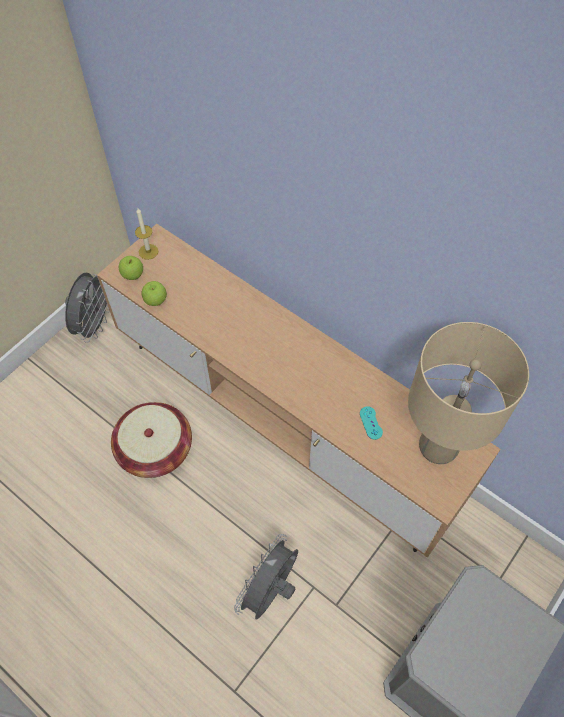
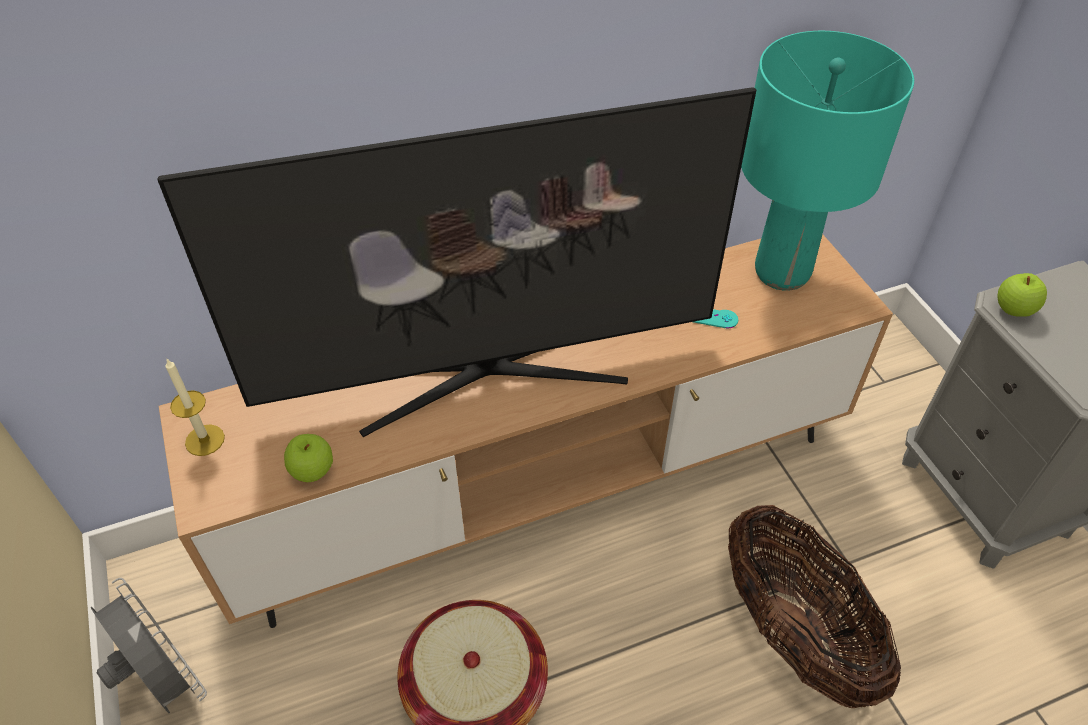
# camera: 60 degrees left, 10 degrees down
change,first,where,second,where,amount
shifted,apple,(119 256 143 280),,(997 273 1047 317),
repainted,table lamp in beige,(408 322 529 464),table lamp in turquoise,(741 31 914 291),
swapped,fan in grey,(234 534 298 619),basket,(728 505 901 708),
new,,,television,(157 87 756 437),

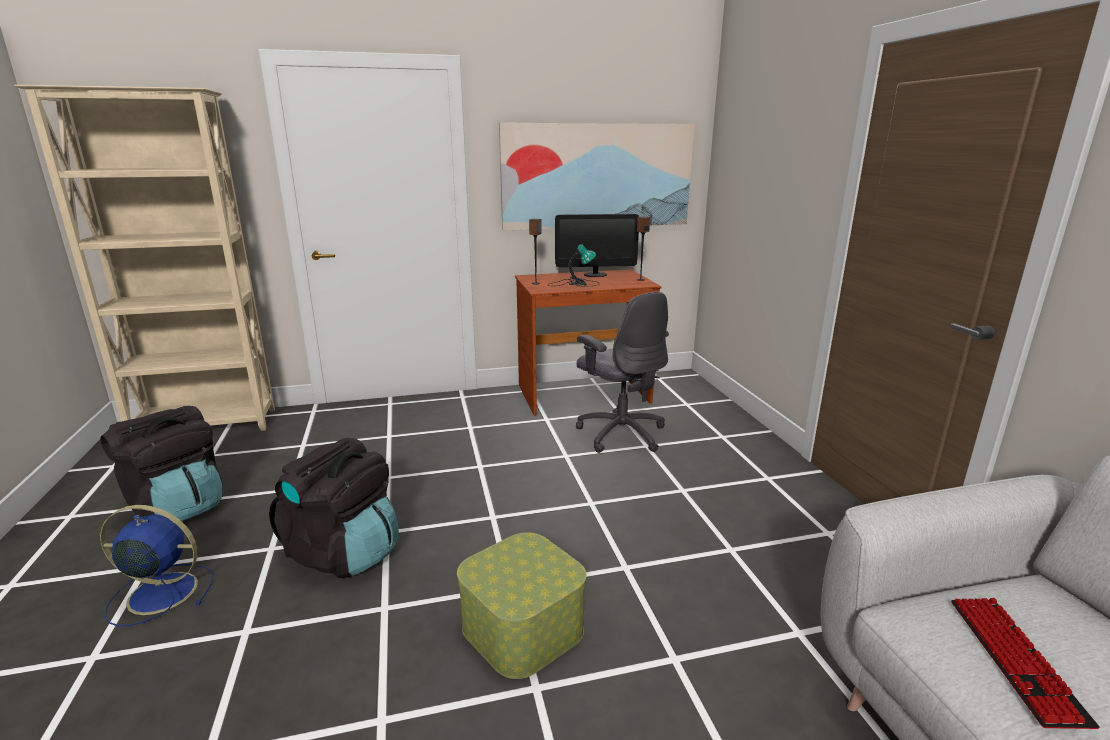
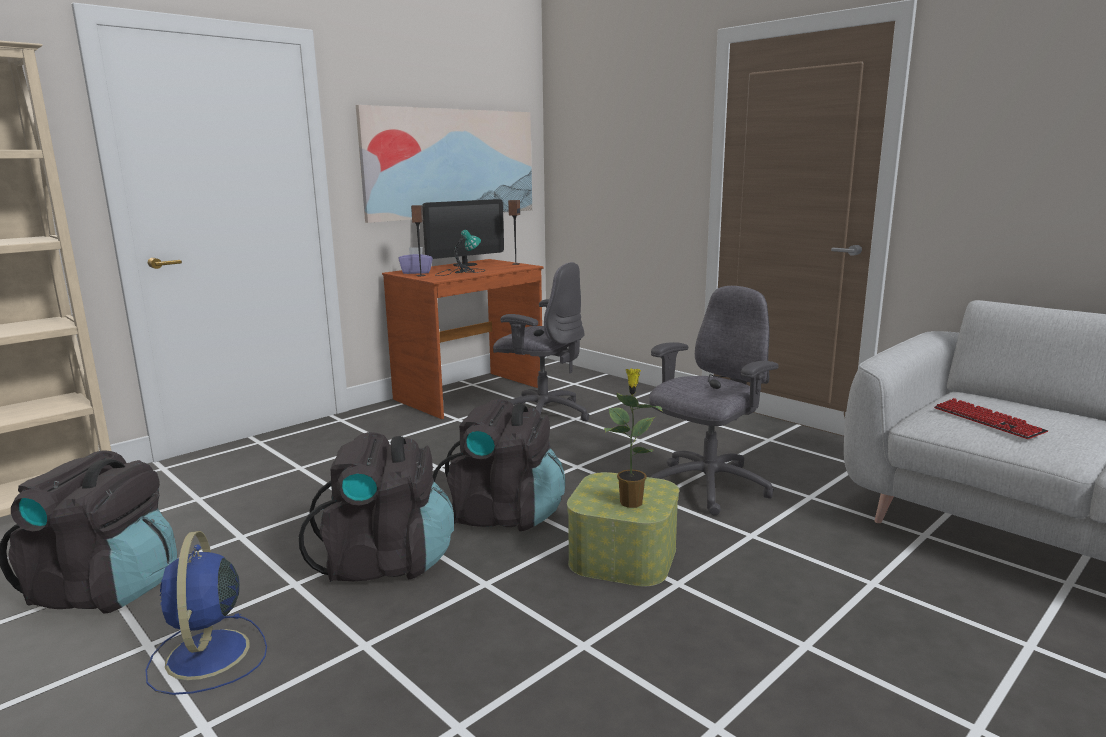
# camera: 30 degrees left, 5 degrees down
change,first,where,second,where,amount
rotated,fan in blue,(100 505 213 626),,(145 531 267 695),75 degrees counterclockwise
new,,,tissue box in purple,(398 247 433 274),
new,,,office chair in grey,(649 286 779 516),
new,,,potted plant,(604 368 663 508),
new,,,backpack in black,(433 399 565 531),

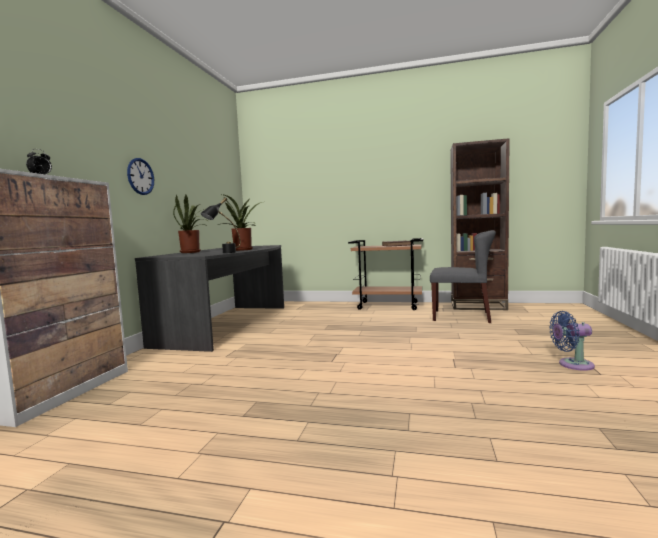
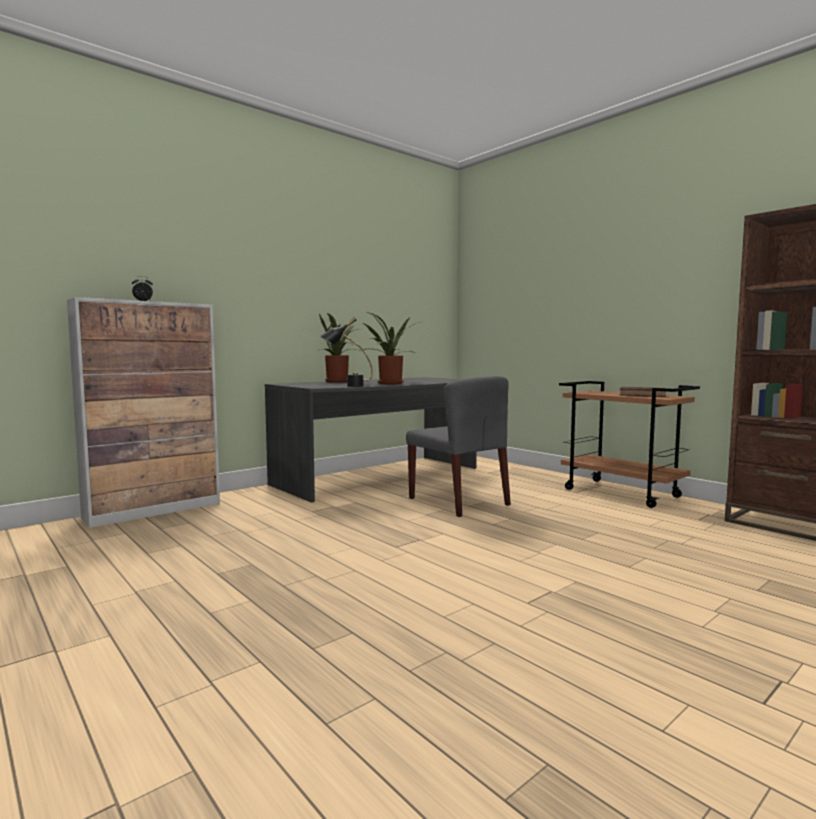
# camera: 35 degrees right, 0 degrees up
change,first,where,second,where,amount
gone,wall clock,(127 158 154 195),,,
shifted,chair in grey,(430 230 496 323),,(406 376 511 517),
gone,fan in blue,(549 311 595 371),,,

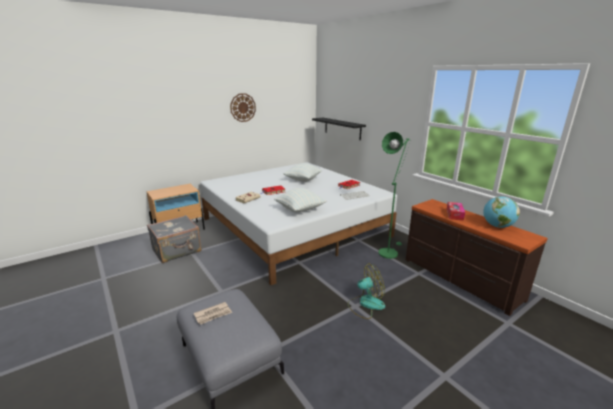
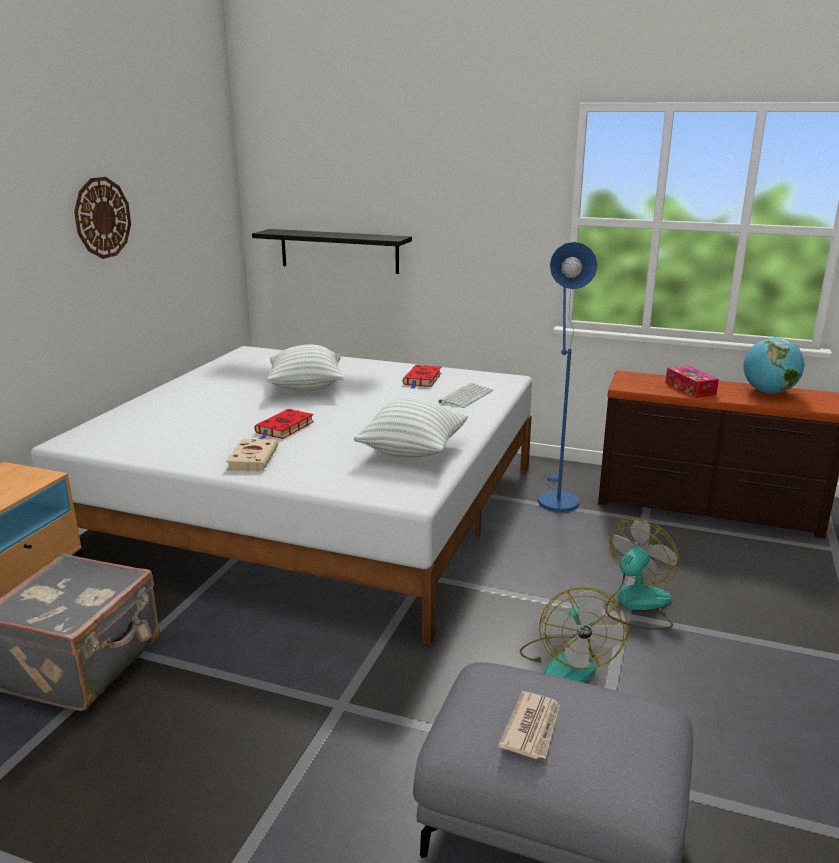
# camera: 35 degrees left, 0 degrees up
change,first,where,second,where,amount
repainted,floor lamp in green,(378 132 411 259),floor lamp in blue,(538 242 597 512),
new,,,fan,(520 587 628 683),

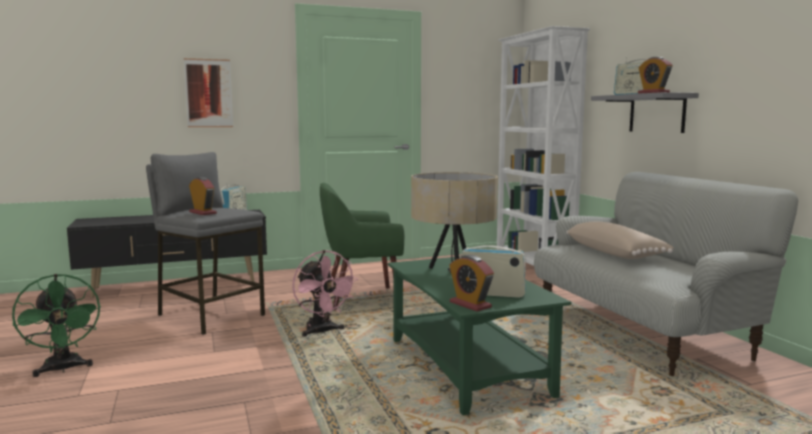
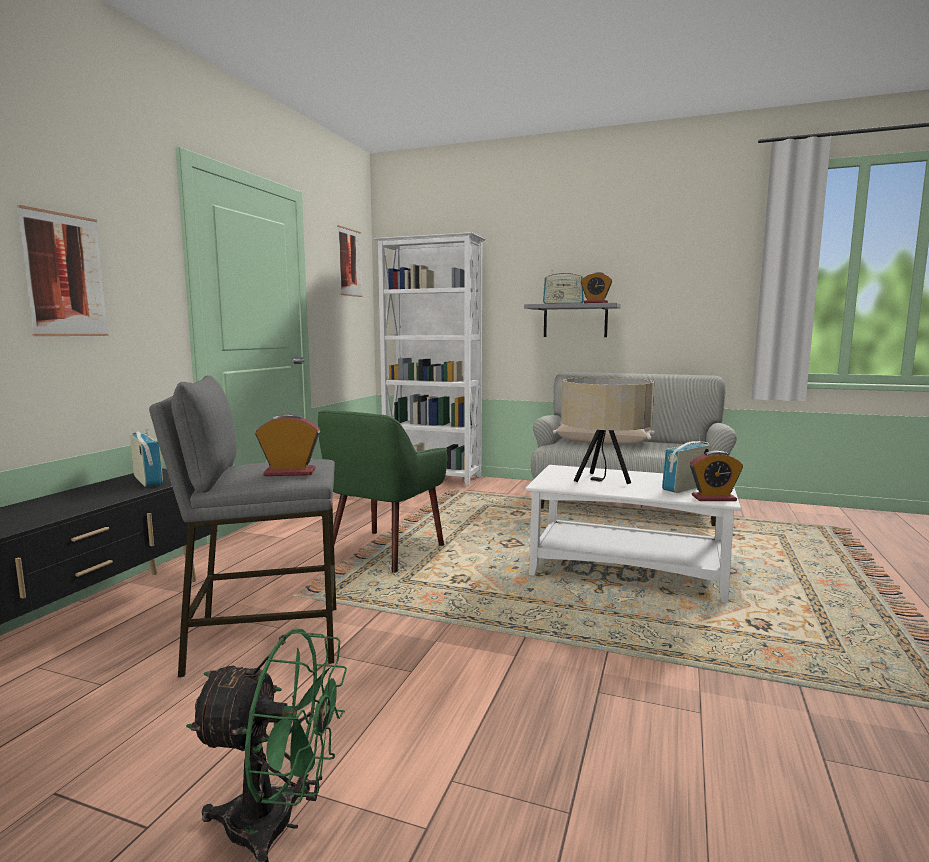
# camera: 50 degrees left, 0 degrees up
change,first,where,second,where,amount
gone,fan in pink,(292 250 358 337),,,
repainted,coffee table in green,(388 256 571 415),coffee table in white,(525 465 741 603),
new,,,picture,(337 225 363 297),

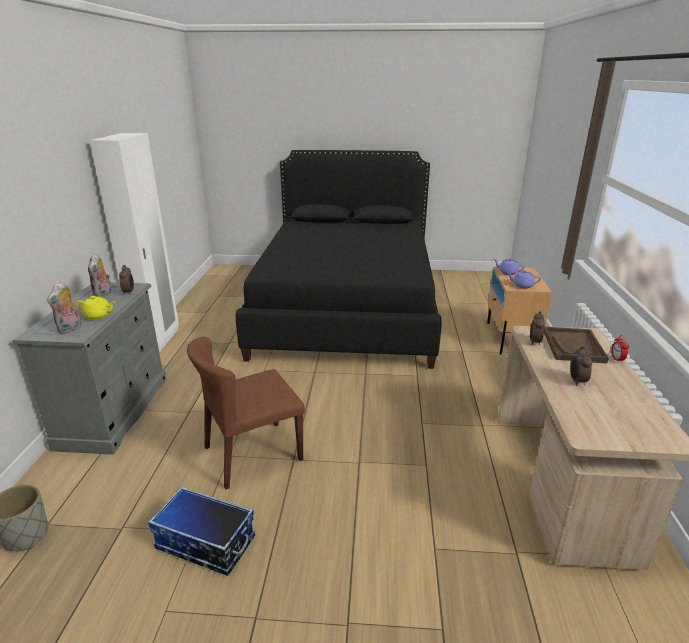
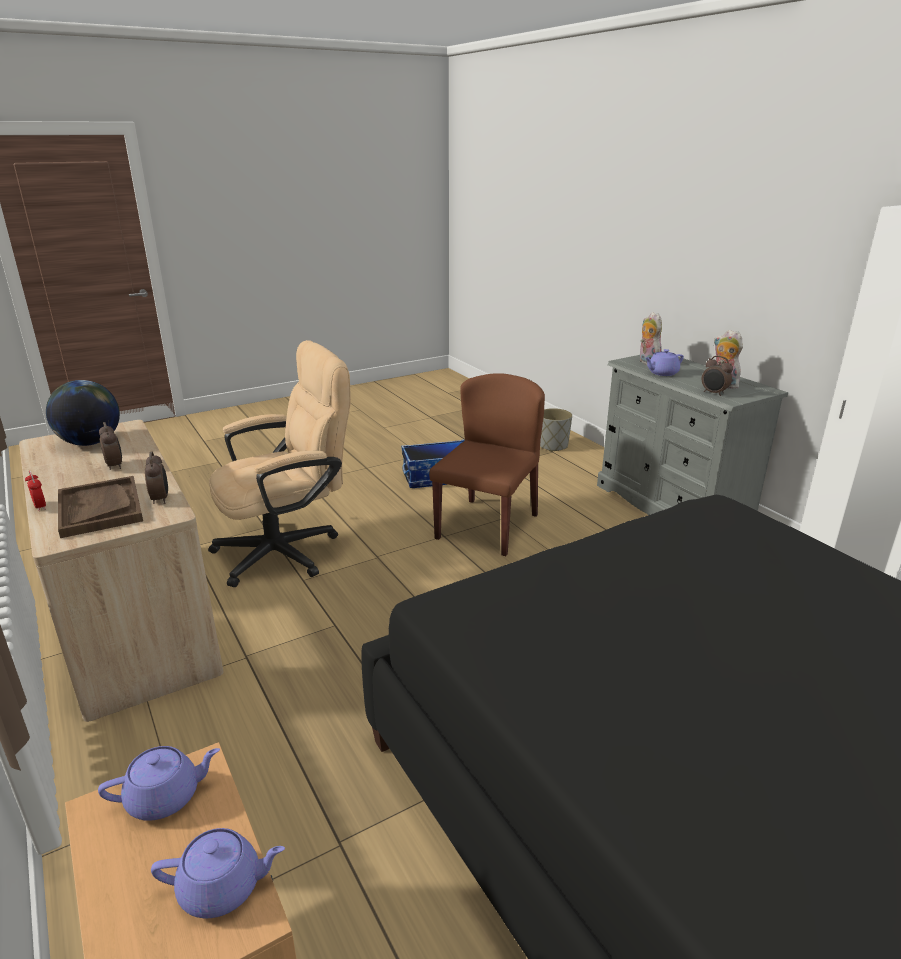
# camera: 145 degrees right, 0 degrees up
change,first,where,second,where,amount
repainted,teapot in yellow,(76 296 115 320),teapot in purple,(645 349 684 376),
new,,,office chair in beige,(208 340 351 587),
new,,,globe,(46 380 120 446),

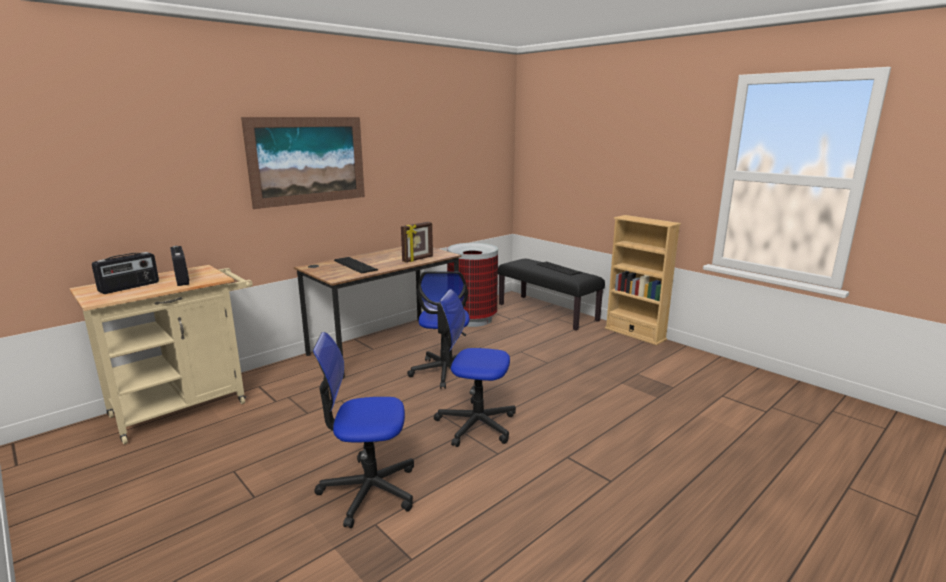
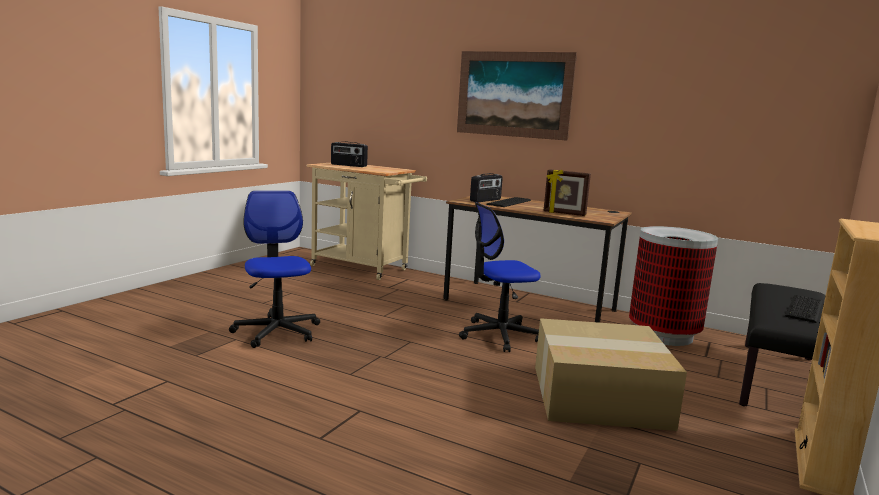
# camera: 70 degrees right, 5 degrees down
change,first,where,second,where,amount
shifted,radio,(170 246 189 286),,(470 173 503 203),
gone,office chair,(434 289 516 447),,,
new,,,cardboard box,(535 318 687 431),

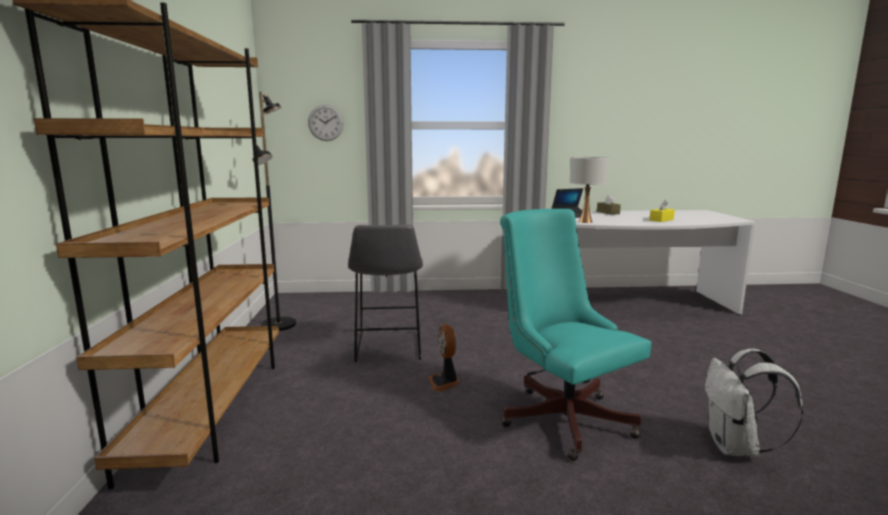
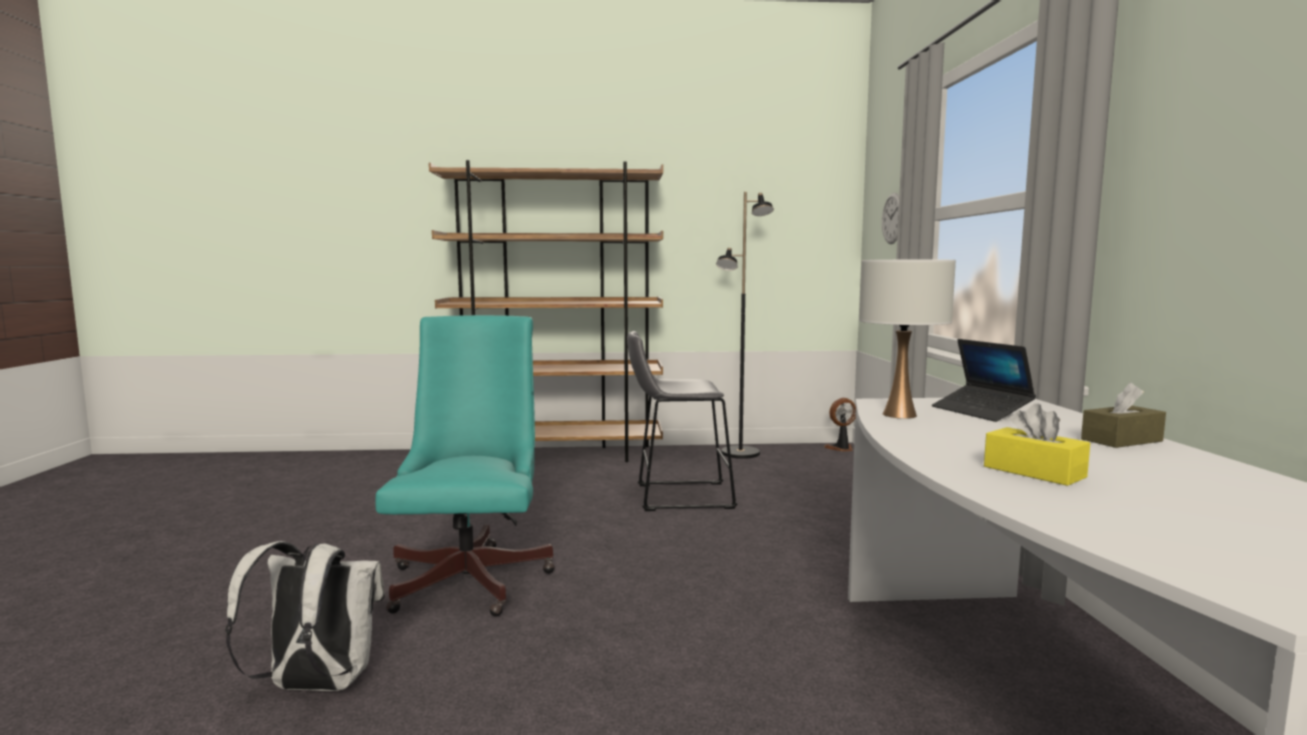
# camera: 90 degrees right, 5 degrees down
change,first,where,second,where,amount
rotated,office chair in turquoise,(500 209 652 461),,(375 315 555 617),60 degrees counterclockwise
shifted,fan,(428 324 460 392),,(824 398 856 451),

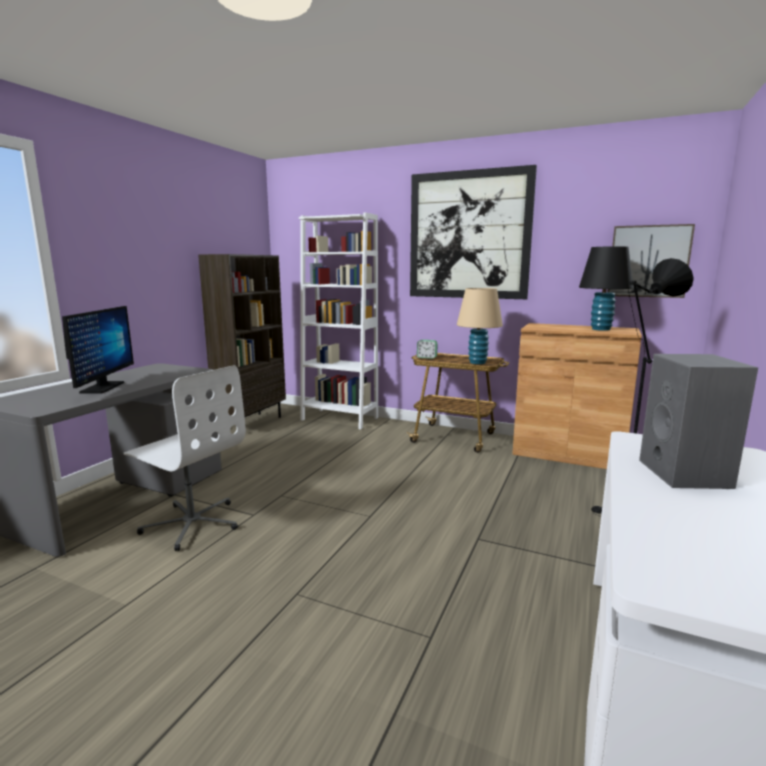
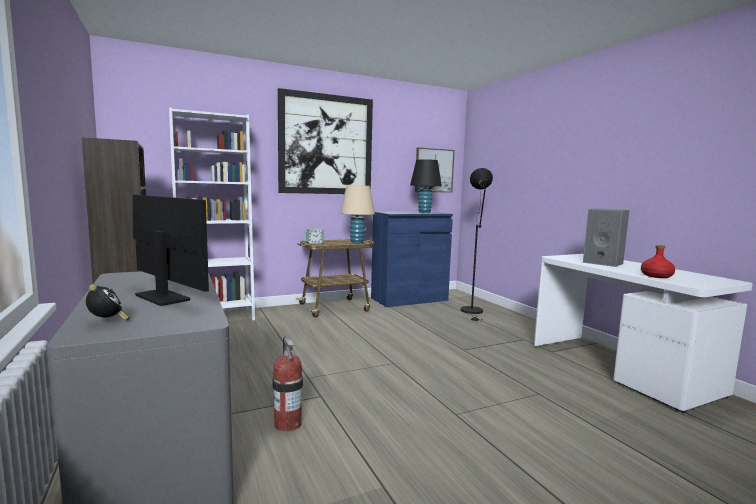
# camera: 50 degrees left, 5 degrees down
change,first,where,second,where,amount
repainted,cabinet in brown,(512 323 642 469),cabinet in blue,(371 212 453 307),
swapped,office chair in white,(123 365 246 551),fire extinguisher,(272 336 303 432),
new,,,bottle in red,(641 245 675 278),
new,,,alarm clock,(86 284 130 321),

